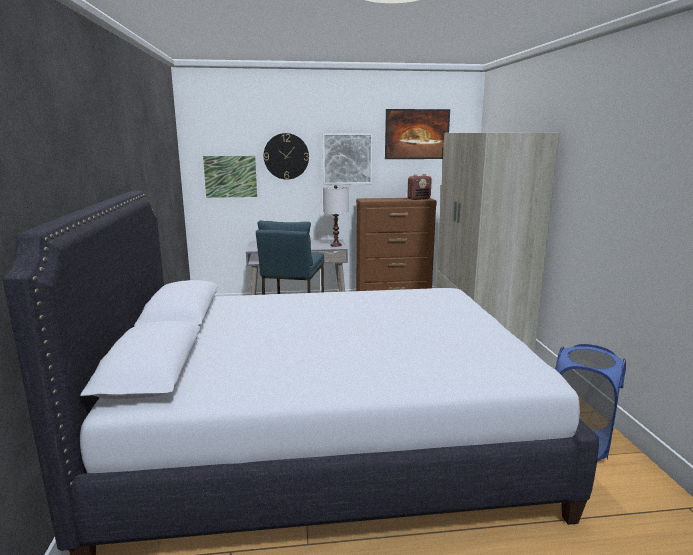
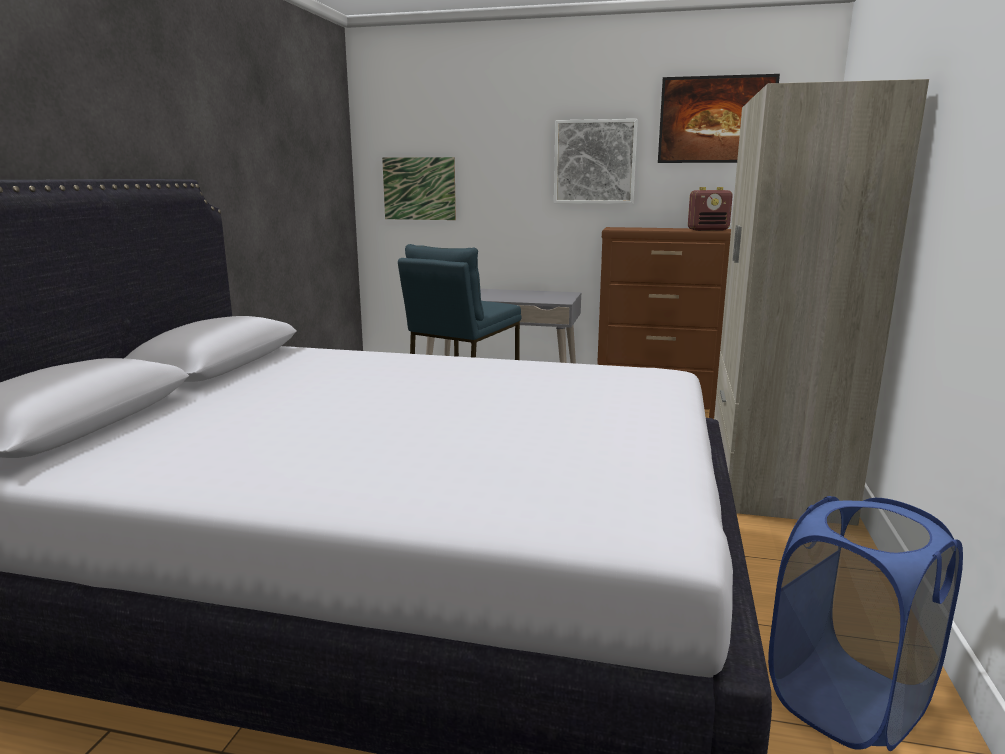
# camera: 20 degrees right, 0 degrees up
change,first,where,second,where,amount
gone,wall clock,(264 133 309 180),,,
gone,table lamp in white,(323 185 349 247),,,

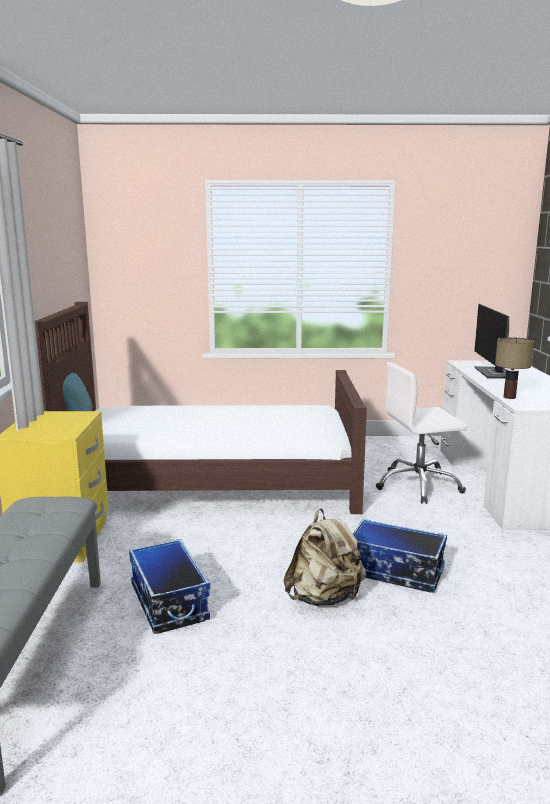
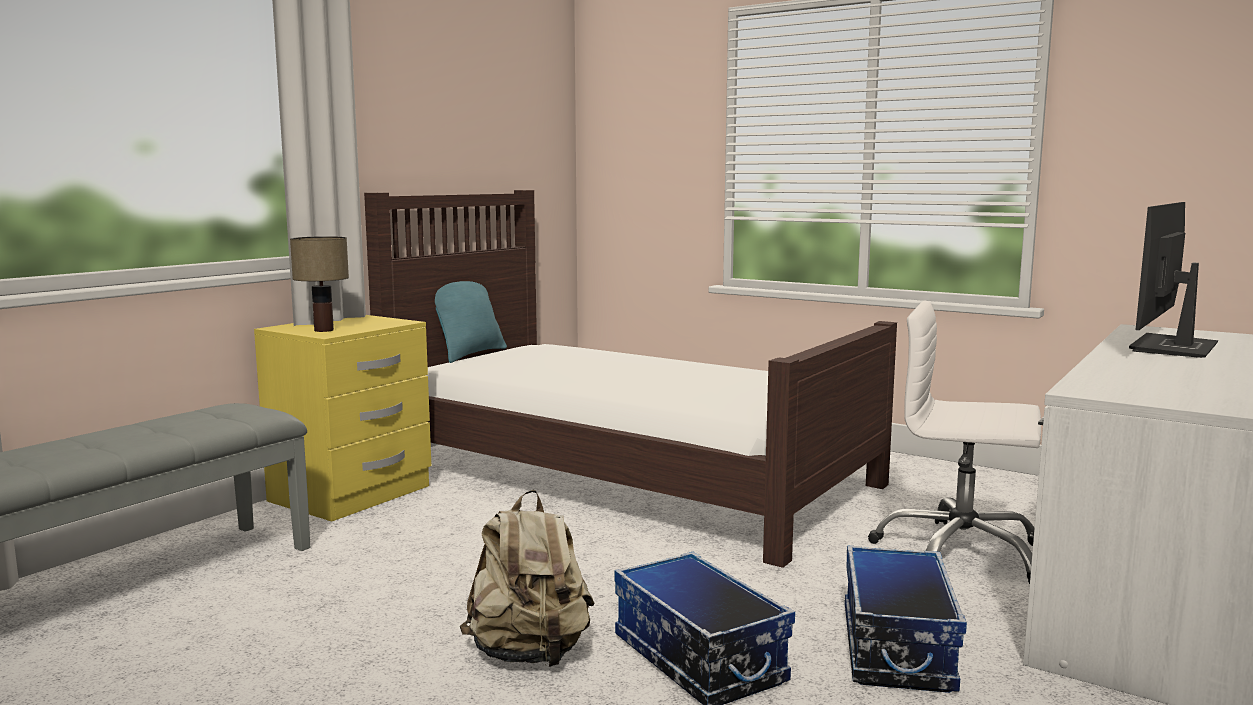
# camera: 35 degrees right, 5 degrees down
change,first,where,second,where,amount
shifted,table lamp,(495 337 534 399),,(290 236 349 332),
shifted,storage box,(129 539 210 634),,(845 545 967 693),

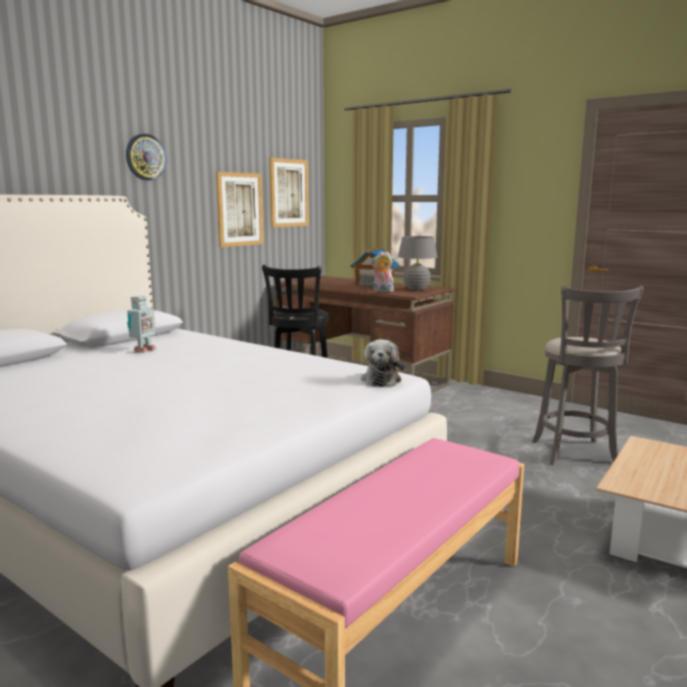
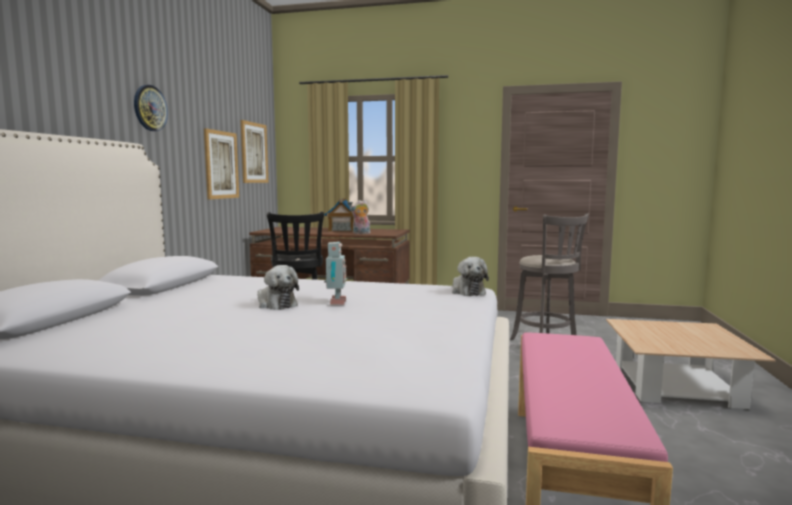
# camera: 25 degrees left, 5 degrees down
change,first,where,second,where,amount
gone,table lamp in grey,(398 236 438 291),,,
shifted,toy robot,(127 296 156 353),,(324 242 348 305),
new,,,plush toy,(257 265 299 310),

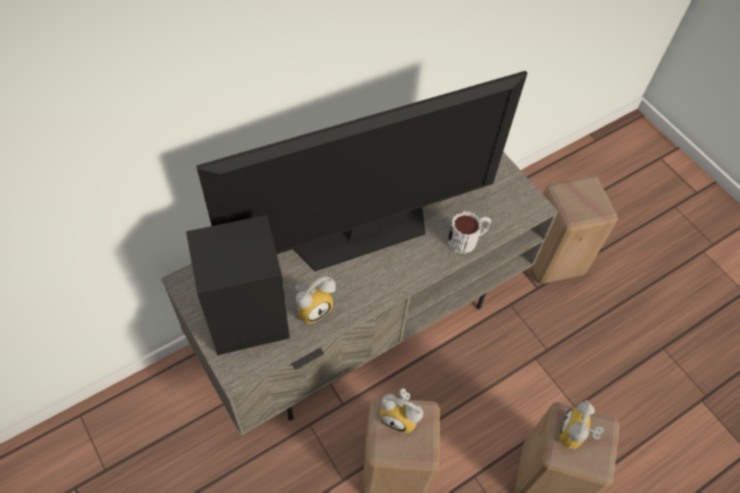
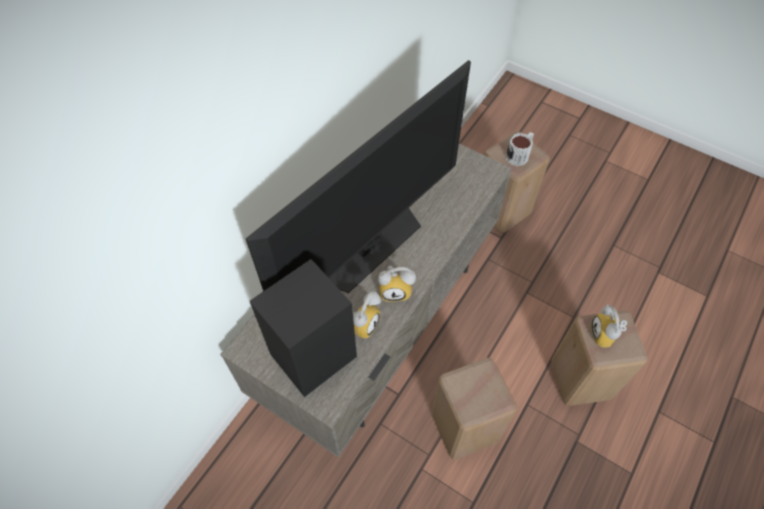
# camera: 20 degrees left, 0 degrees up
change,first,where,second,where,amount
shifted,mug,(447 211 491 254),,(506 132 534 166),
shifted,alarm clock,(380 388 423 433),,(378 266 416 302),

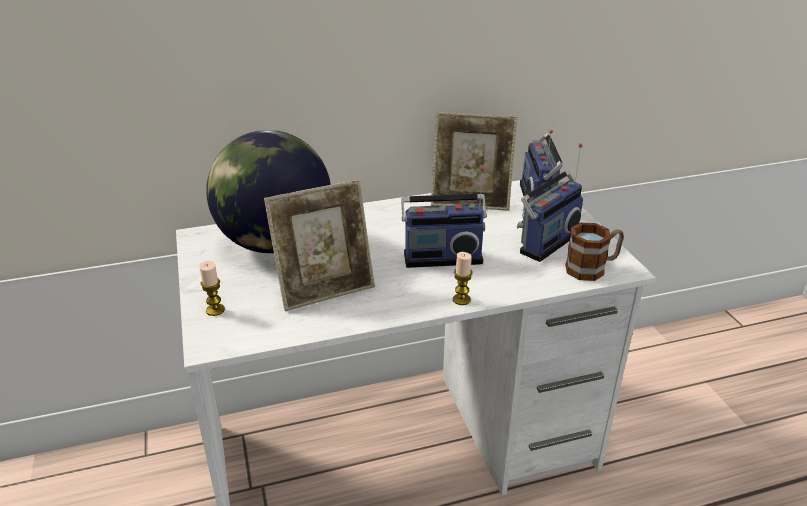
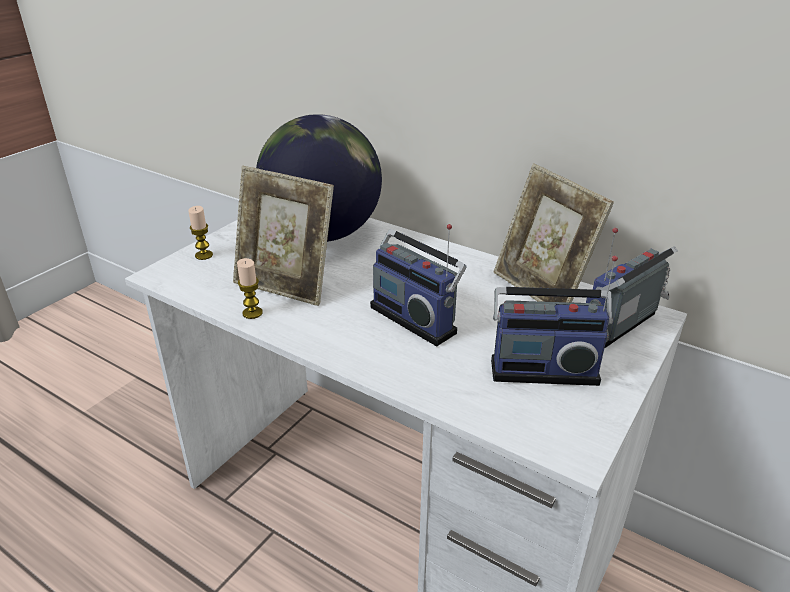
# camera: 50 degrees right, 0 degrees up
change,first,where,second,where,amount
gone,mug,(565 223 624 281),,,
shifted,candle,(453 252 473 305),,(237 258 263 319),

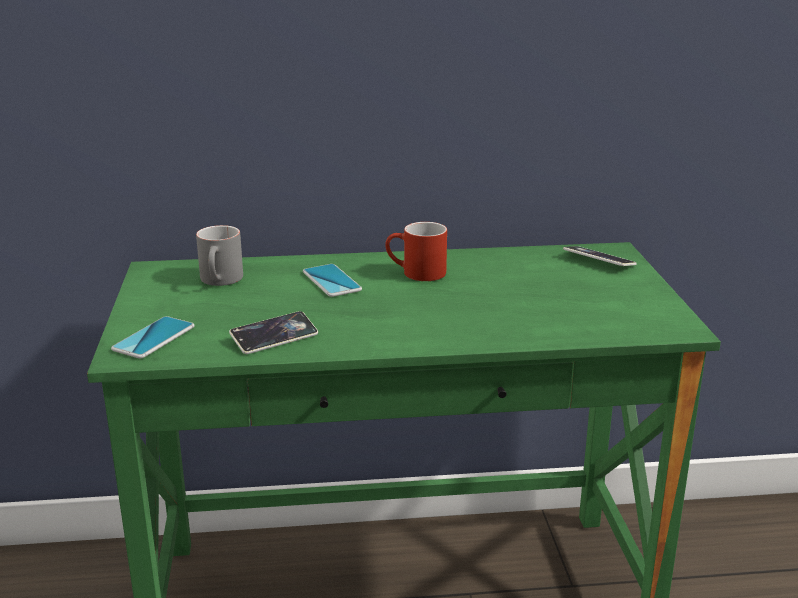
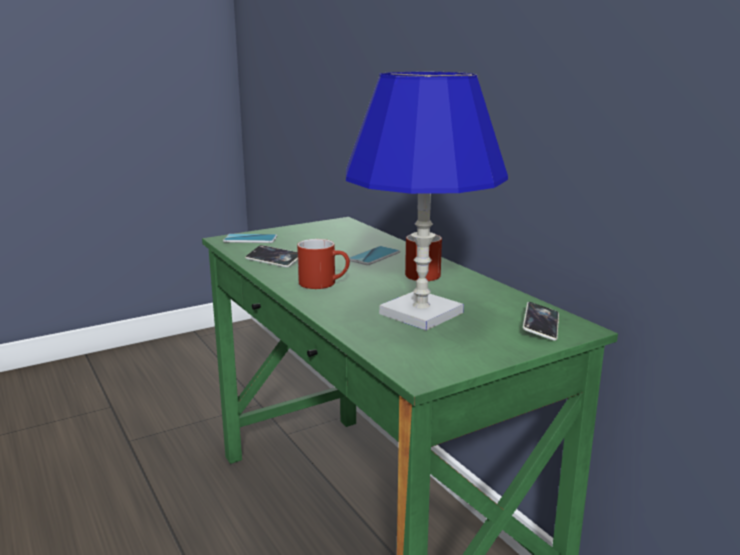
# camera: 65 degrees right, 5 degrees down
change,first,where,second,where,amount
gone,mug in grey,(196 225 243 286),,,
new,,,table lamp in blue,(346 72 508 330),
new,,,mug in red,(297 239 350 289),

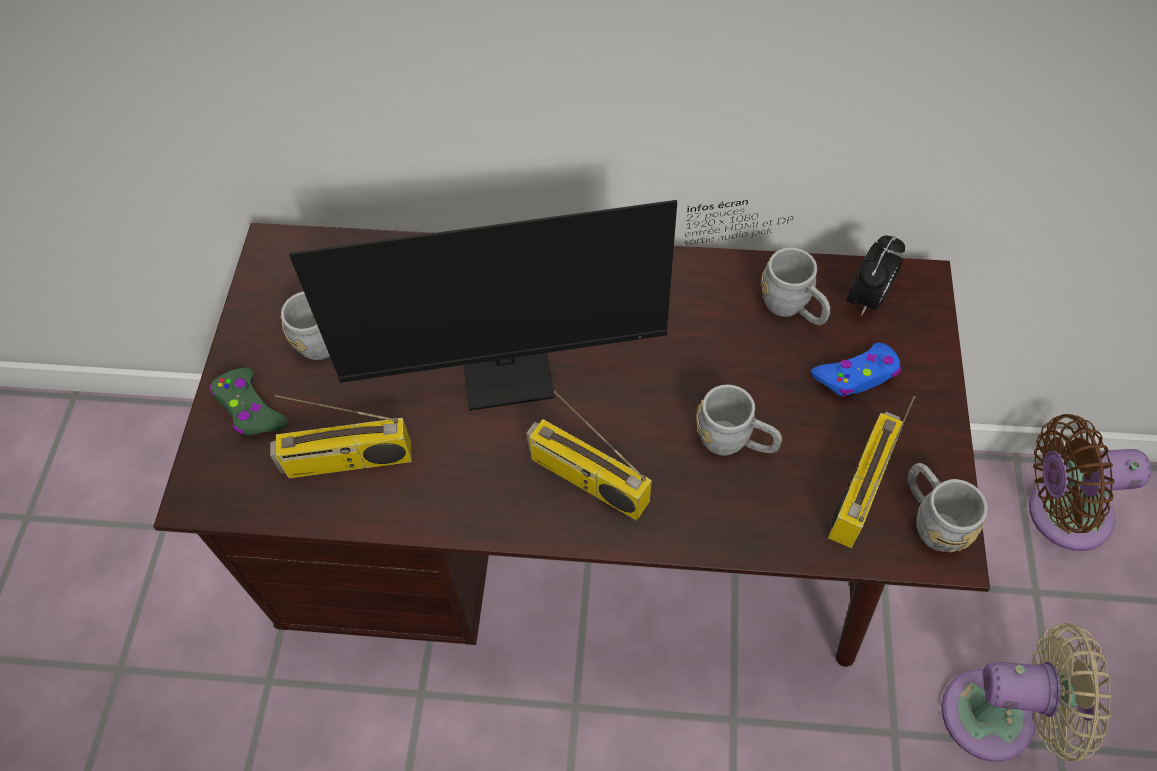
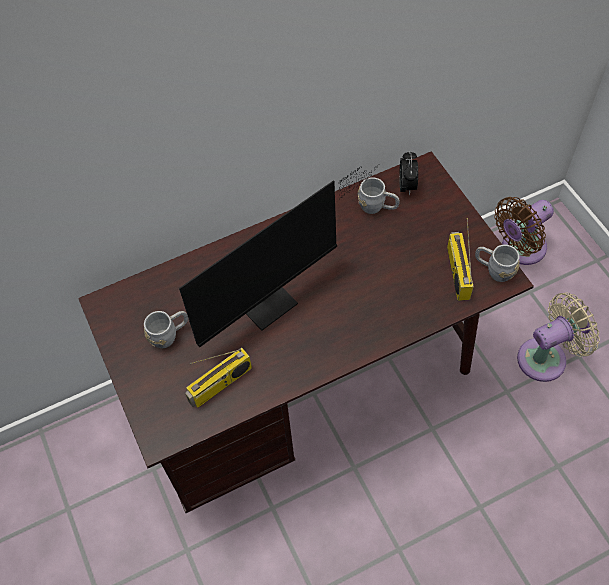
# camera: 30 degrees left, 0 degrees up
change,first,where,second,where,amount
gone,game controller in blue,(811 343 901 397),,,
gone,game controller in green,(210 368 288 436),,,
gone,mug in grey,(696 385 782 456),,,
gone,radio,(526 391 652 521),,,

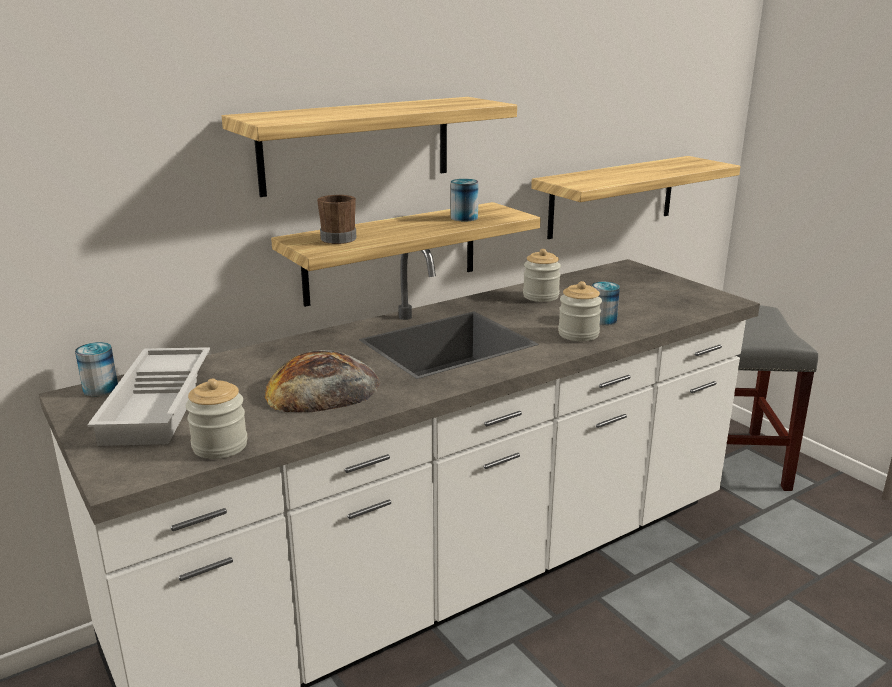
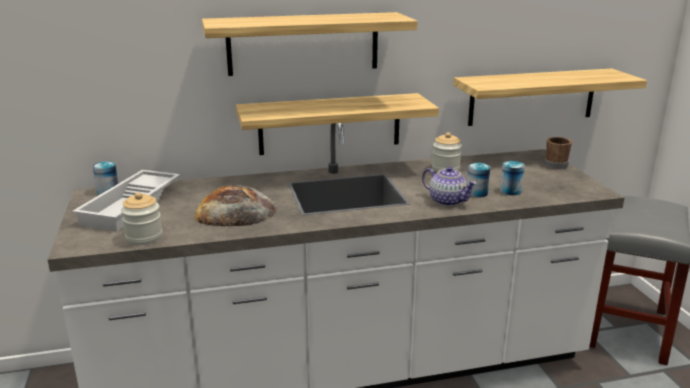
# camera: 20 degrees right, 0 degrees up
change,first,where,second,where,amount
shifted,can,(451 179 479 221),,(500 161 525 195),
shifted,mug in brown,(317 195 357 244),,(544 137 572 170),
swapped,jar,(558 281 602 341),teapot,(422 166 477 206),

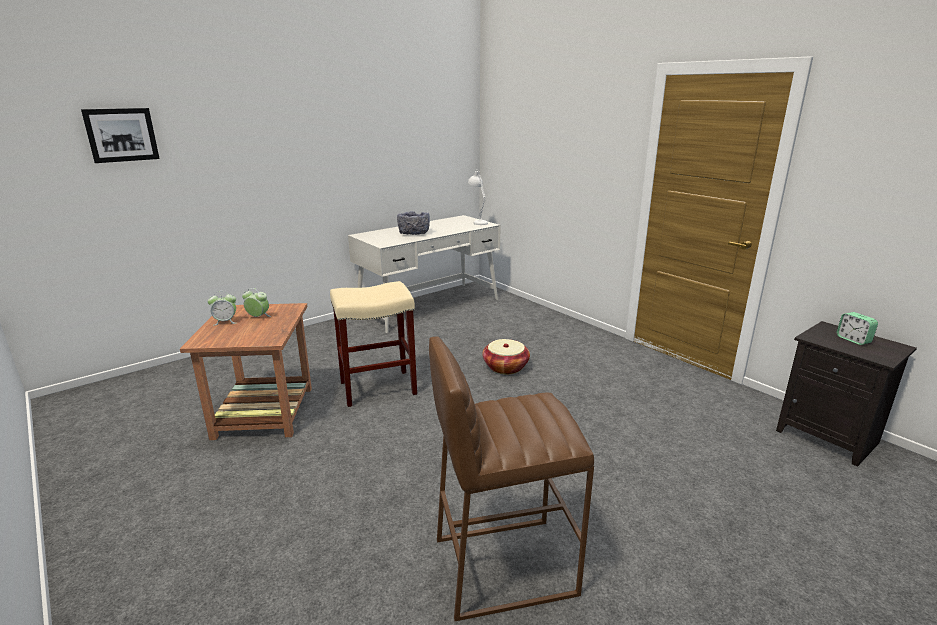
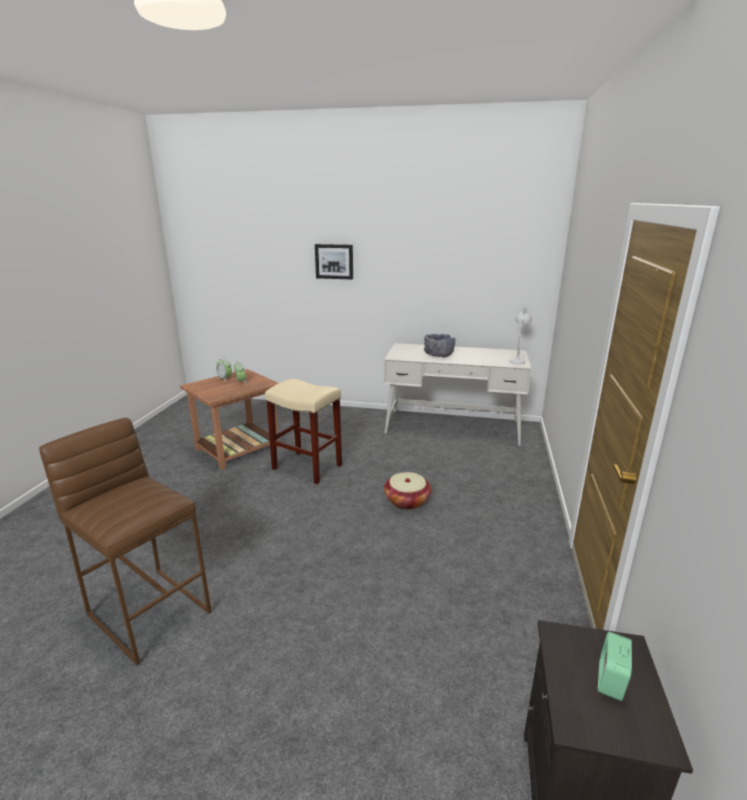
# camera: 50 degrees right, 0 degrees up
change,first,where,second,where,amount
shifted,picture,(81 108 160 163),,(315 244 353 280),

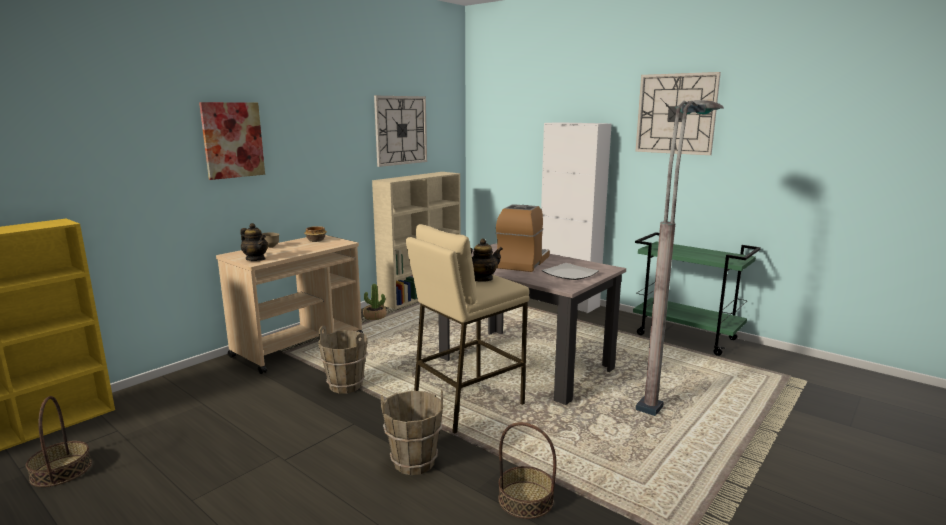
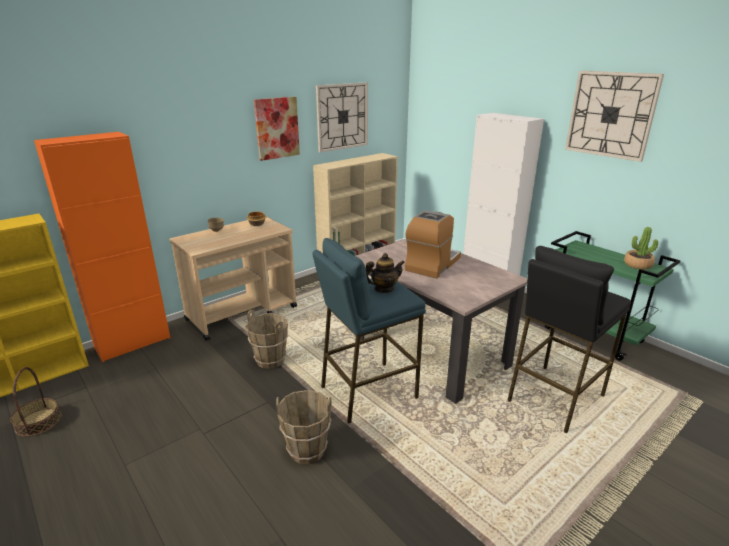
# camera: 10 degrees right, 10 degrees up
change,first,where,second,where,amount
swapped,floor lamp in grey,(636 100 724 416),stool in black,(507 246 631 433),
shifted,picture,(199 102 265 180),,(254 97 300 161),
gone,teapot,(240 223 268 261),,,
repainted,stool in beige,(406 224 530 434),stool in blue,(312 238 426 424),
gone,plate,(542 263 599 280),,,
shifted,potted plant,(363 284 387 320),,(624 227 658 270),
gone,basket,(498 422 556 519),,,
new,,,cabinet in orange,(34 132 170 362),

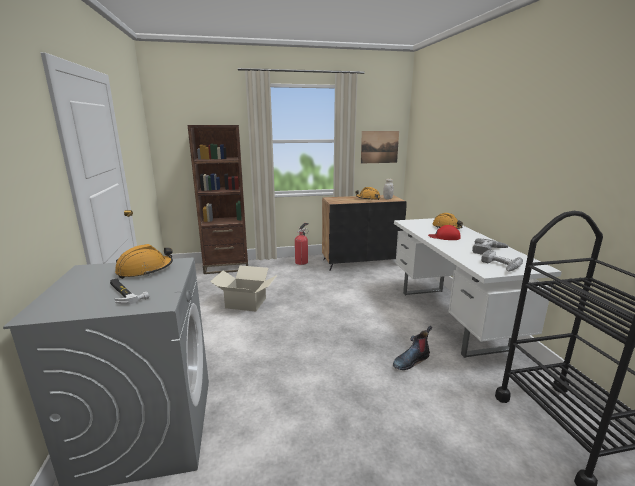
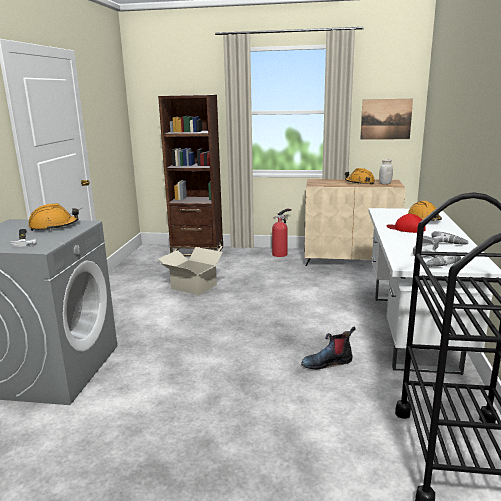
# camera: 20 degrees right, 0 degrees up
change,first,where,second,where,amount
repainted,cabinet in black,(322 195 406 271),cabinet in beige,(304 179 406 266),

